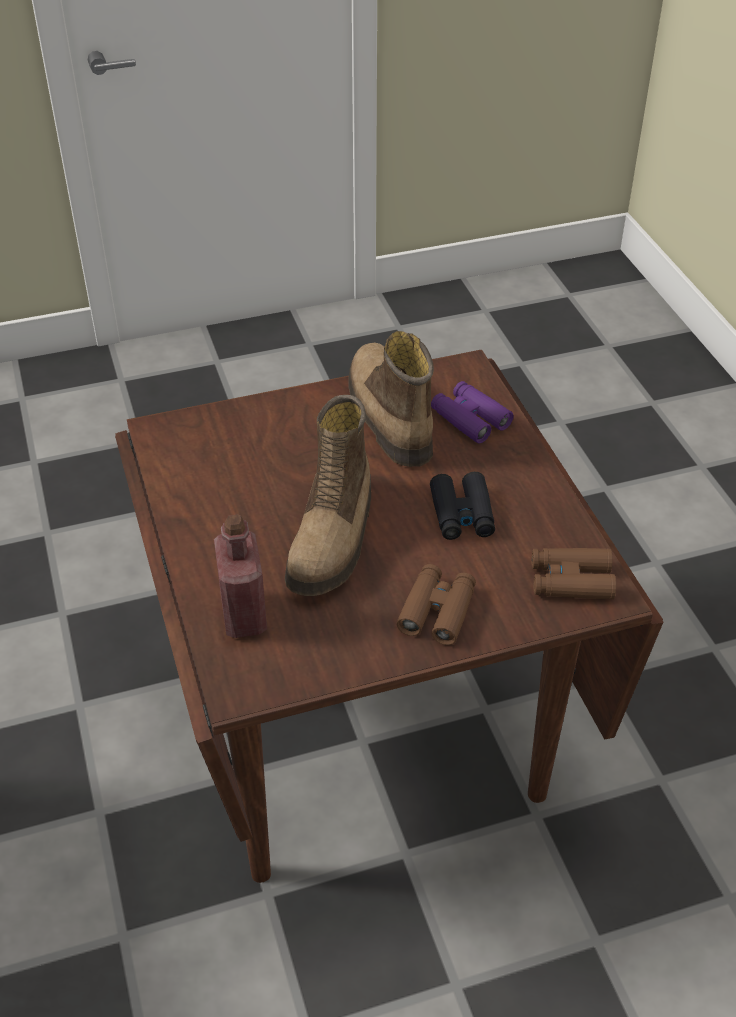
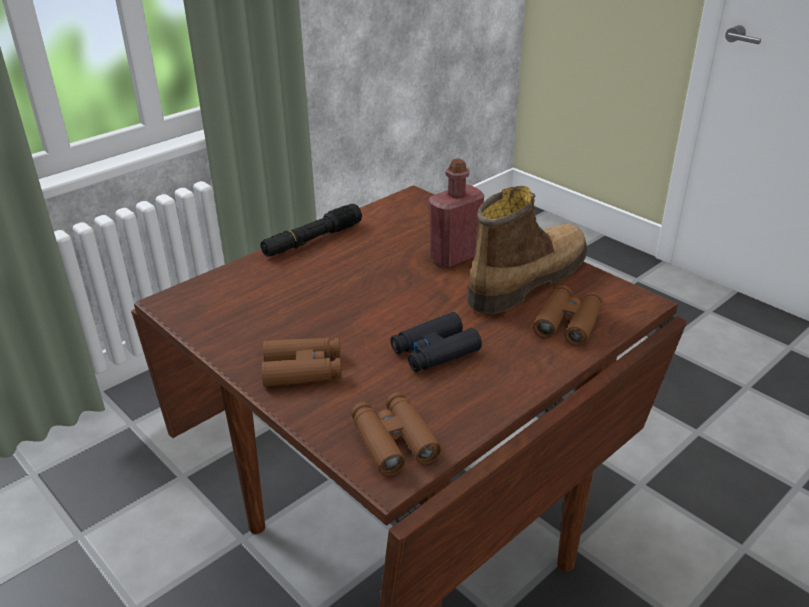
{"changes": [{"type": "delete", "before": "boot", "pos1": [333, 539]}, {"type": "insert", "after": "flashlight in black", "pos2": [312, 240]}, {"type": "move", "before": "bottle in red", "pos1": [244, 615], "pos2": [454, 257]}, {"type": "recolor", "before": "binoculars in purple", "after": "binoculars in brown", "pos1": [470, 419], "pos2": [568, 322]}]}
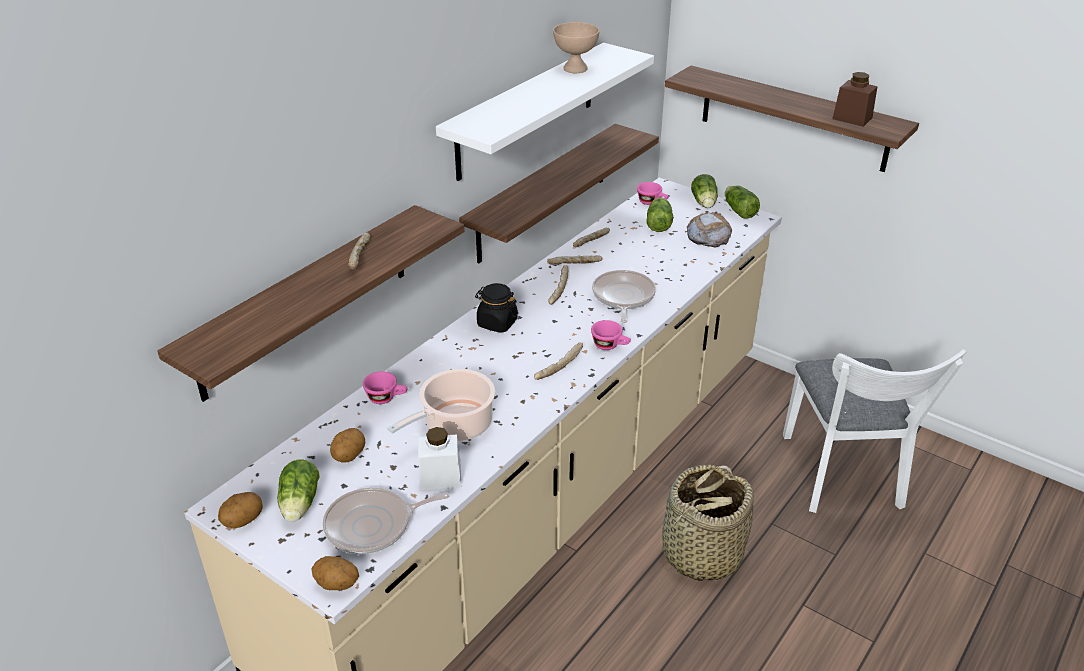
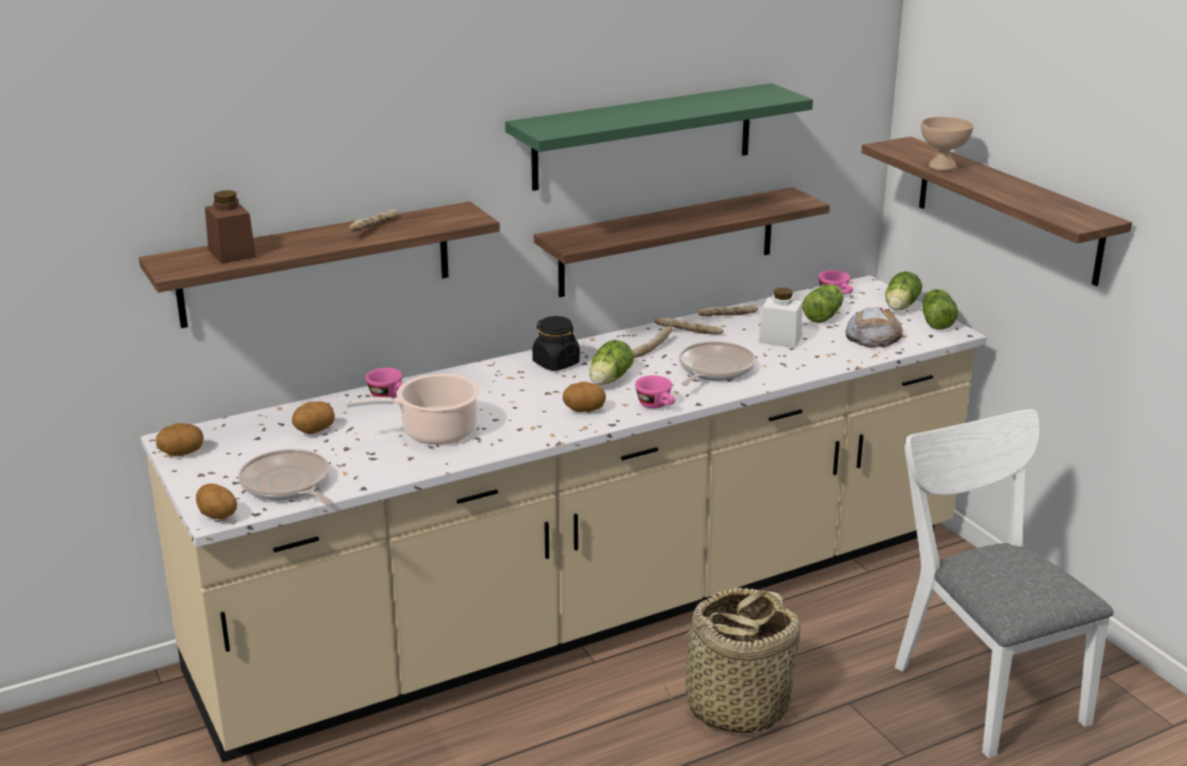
{"changes": [{"type": "move", "before": "lettuce", "pos1": [299, 505], "pos2": [608, 380]}, {"type": "move", "before": "jar in white", "pos1": [440, 477], "pos2": [780, 339]}, {"type": "move", "before": "bowl in beige", "pos1": [574, 68], "pos2": [941, 166]}, {"type": "move", "before": "jar in brown", "pos1": [852, 118], "pos2": [232, 253]}, {"type": "replace", "before": "bread", "after": "potato", "pos1": [558, 366], "pos2": [584, 410]}, {"type": "recolor", "before": "shelf in white", "after": "shelf in green", "pos1": [527, 111], "pos2": [643, 136]}, {"type": "rotate", "before": "frying pan", "pos1": [373, 526], "pos2": [287, 485], "turn": 45}, {"type": "rotate", "before": "chair in white", "pos1": [843, 478], "pos2": [982, 685], "turn": 135}]}
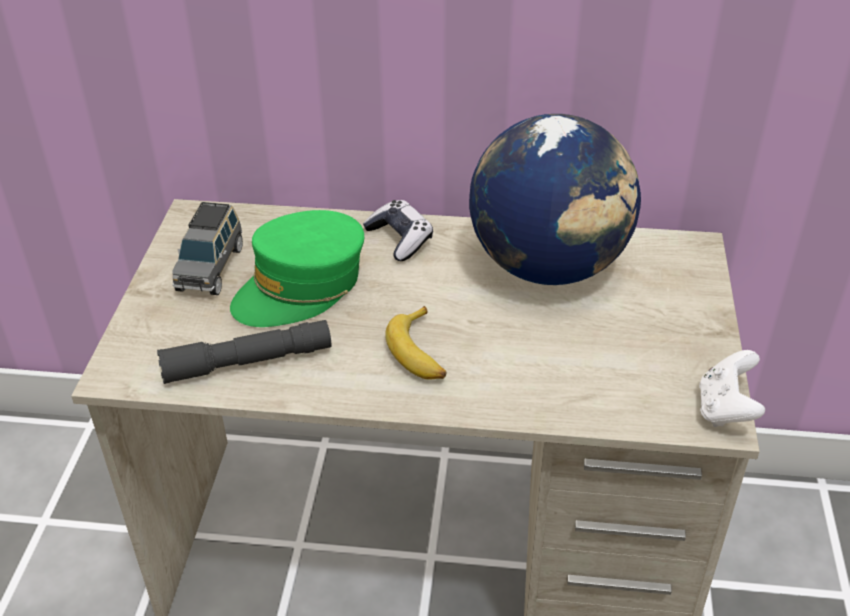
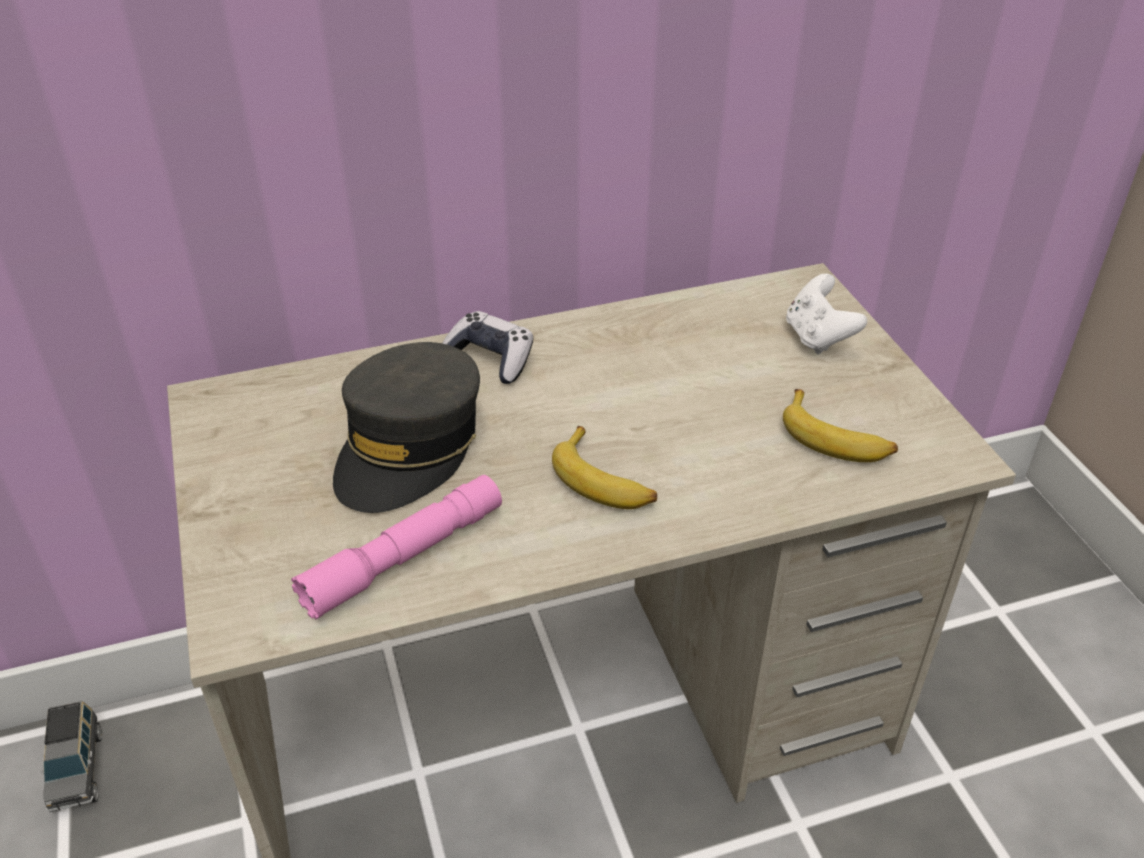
{"changes": [{"type": "delete", "before": "globe", "pos1": [549, 266]}, {"type": "insert", "after": "banana", "pos2": [836, 439]}, {"type": "move", "before": "toy car in grey", "pos1": [211, 268], "pos2": [77, 769]}, {"type": "move", "before": "game controller in white", "pos1": [725, 409], "pos2": [818, 337]}, {"type": "recolor", "before": "flashlight in grey", "after": "flashlight in pink", "pos1": [248, 362], "pos2": [404, 557]}, {"type": "recolor", "before": "cap in green", "after": "cap in grey", "pos1": [301, 287], "pos2": [409, 447]}]}
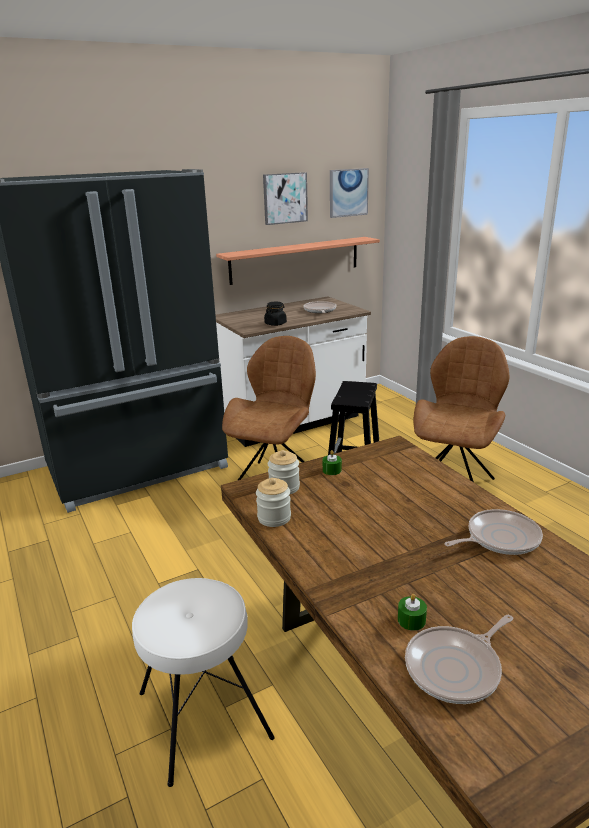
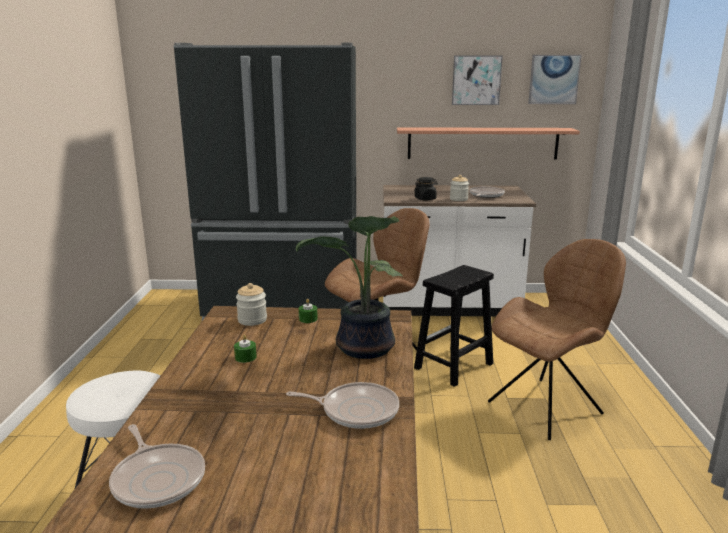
{"changes": [{"type": "insert", "after": "potted plant", "pos2": [363, 349]}, {"type": "move", "before": "jar", "pos1": [274, 518], "pos2": [458, 199]}, {"type": "move", "before": "candle in green", "pos1": [411, 620], "pos2": [245, 357]}, {"type": "rotate", "before": "frying pan", "pos1": [456, 668], "pos2": [158, 479], "turn": -120}]}
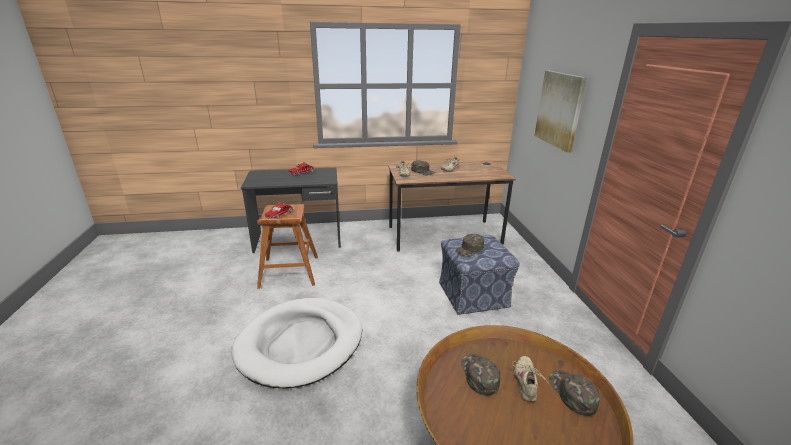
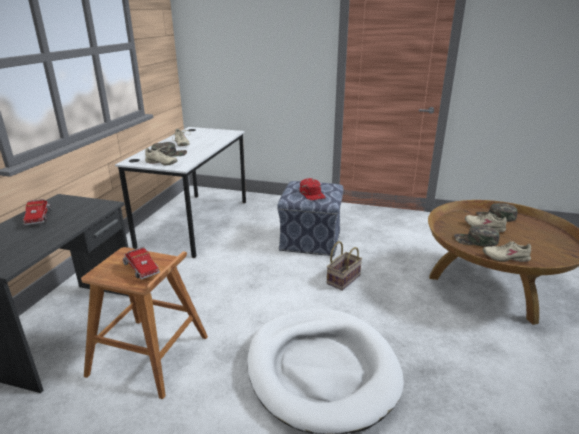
{"changes": [{"type": "delete", "before": "picture", "pos1": [559, 109]}, {"type": "insert", "after": "basket", "pos2": [343, 279]}, {"type": "insert", "after": "shoe in beige", "pos2": [505, 257]}, {"type": "recolor", "before": "desk in brown", "after": "desk in white", "pos1": [444, 235], "pos2": [195, 222]}, {"type": "recolor", "before": "cap in green", "after": "cap in red", "pos1": [470, 249], "pos2": [312, 194]}]}
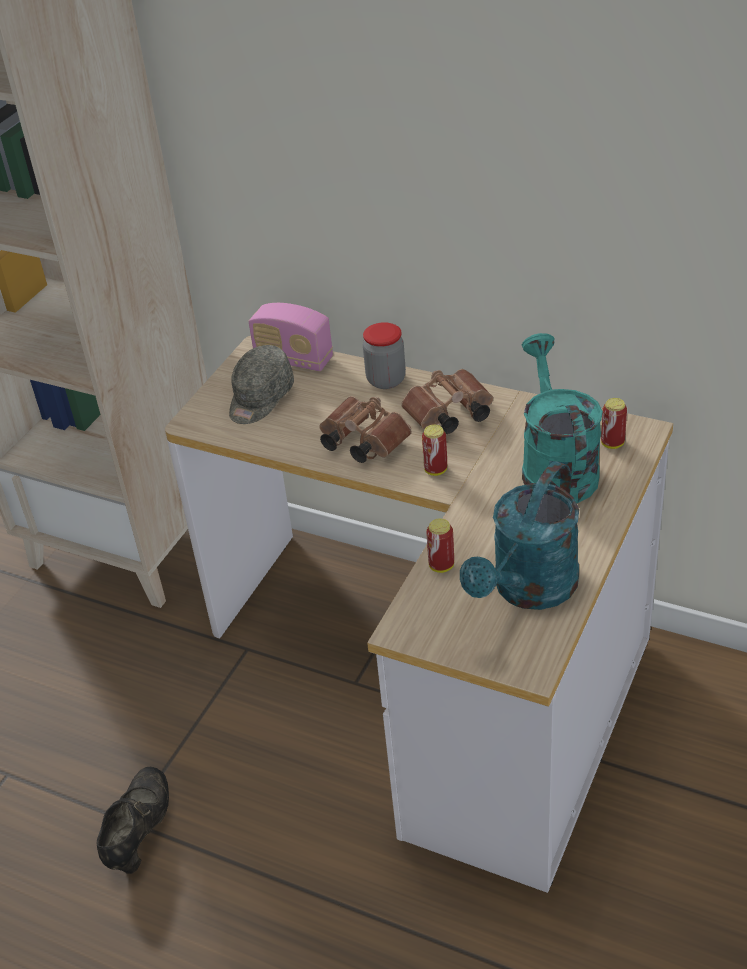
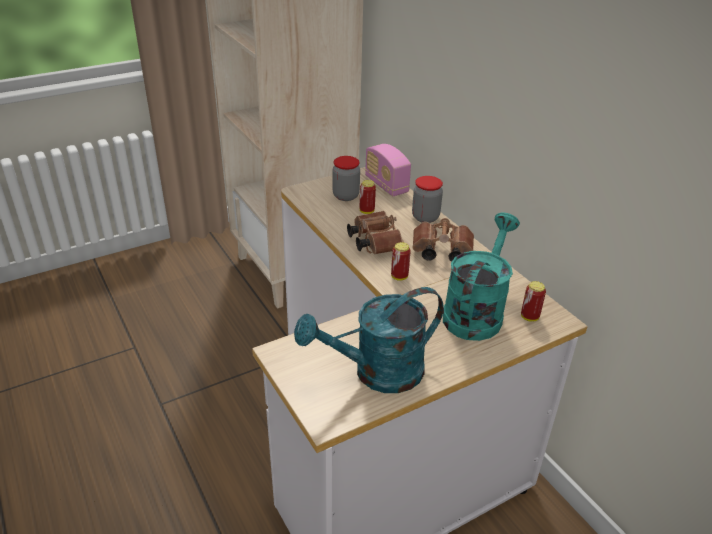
{"changes": [{"type": "delete", "before": "shoe in black", "pos1": [139, 832]}, {"type": "move", "before": "can", "pos1": [441, 566], "pos2": [367, 211]}, {"type": "replace", "before": "cap in grey", "after": "jar", "pos1": [260, 399], "pos2": [346, 196]}]}
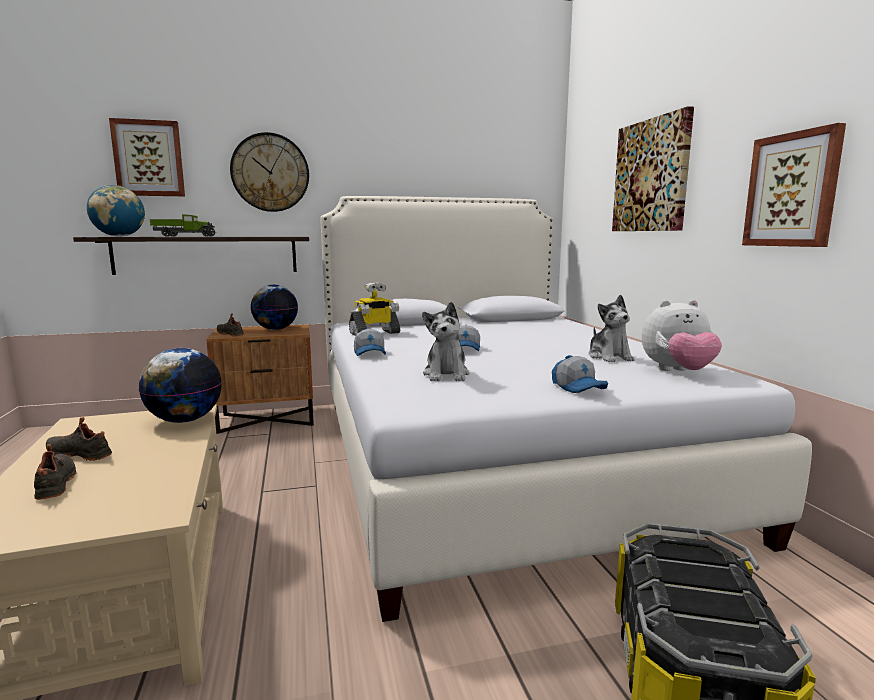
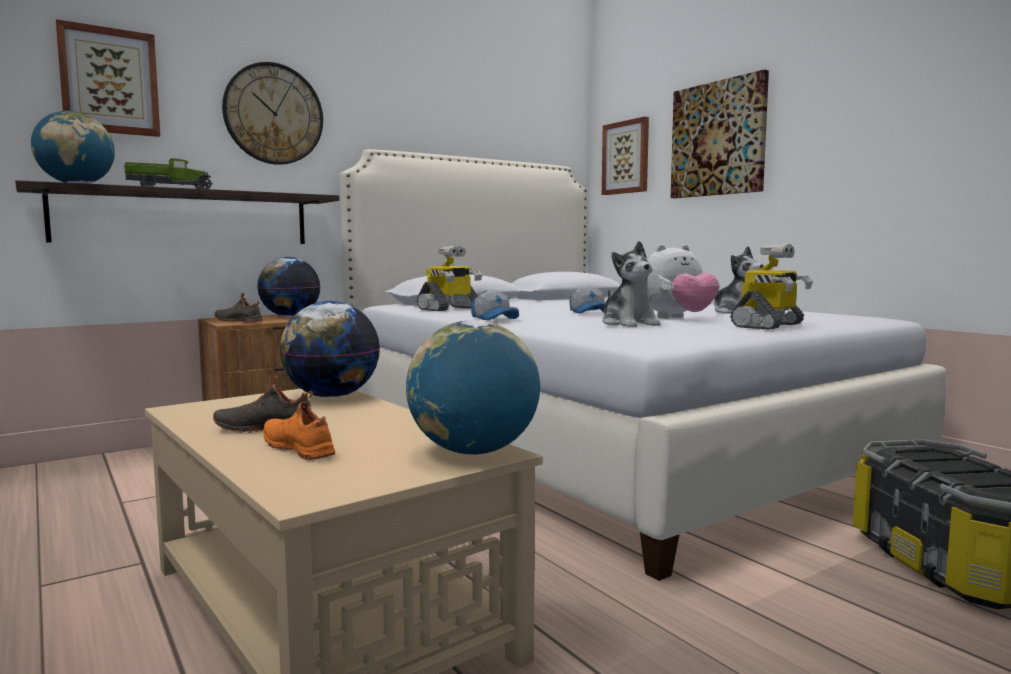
{"changes": [{"type": "insert", "after": "globe", "pos2": [473, 452]}, {"type": "move", "before": "plush toy", "pos1": [677, 372], "pos2": [677, 318]}, {"type": "move", "before": "picture", "pos1": [792, 190], "pos2": [626, 157]}, {"type": "replace", "before": "cap", "after": "toy robot", "pos1": [579, 388], "pos2": [768, 326]}, {"type": "recolor", "before": "shoe in black", "after": "shoe in orange", "pos1": [57, 483], "pos2": [300, 448]}]}
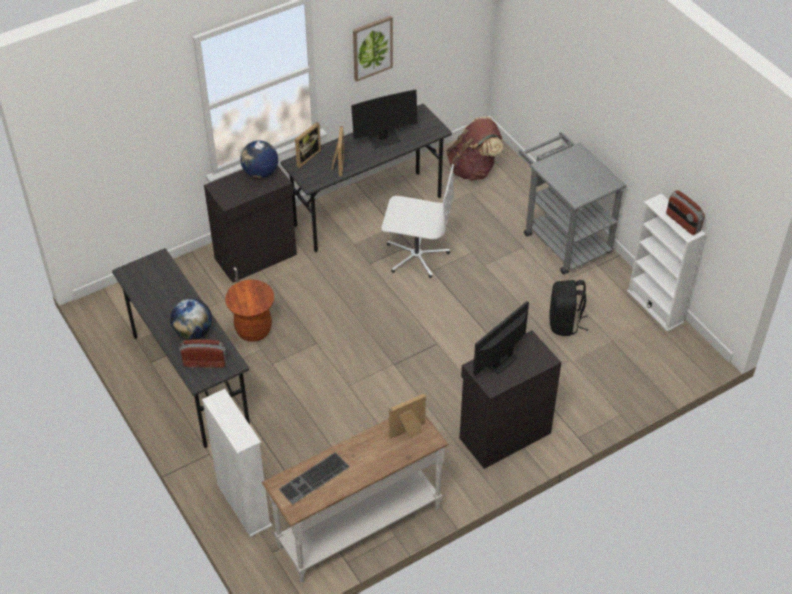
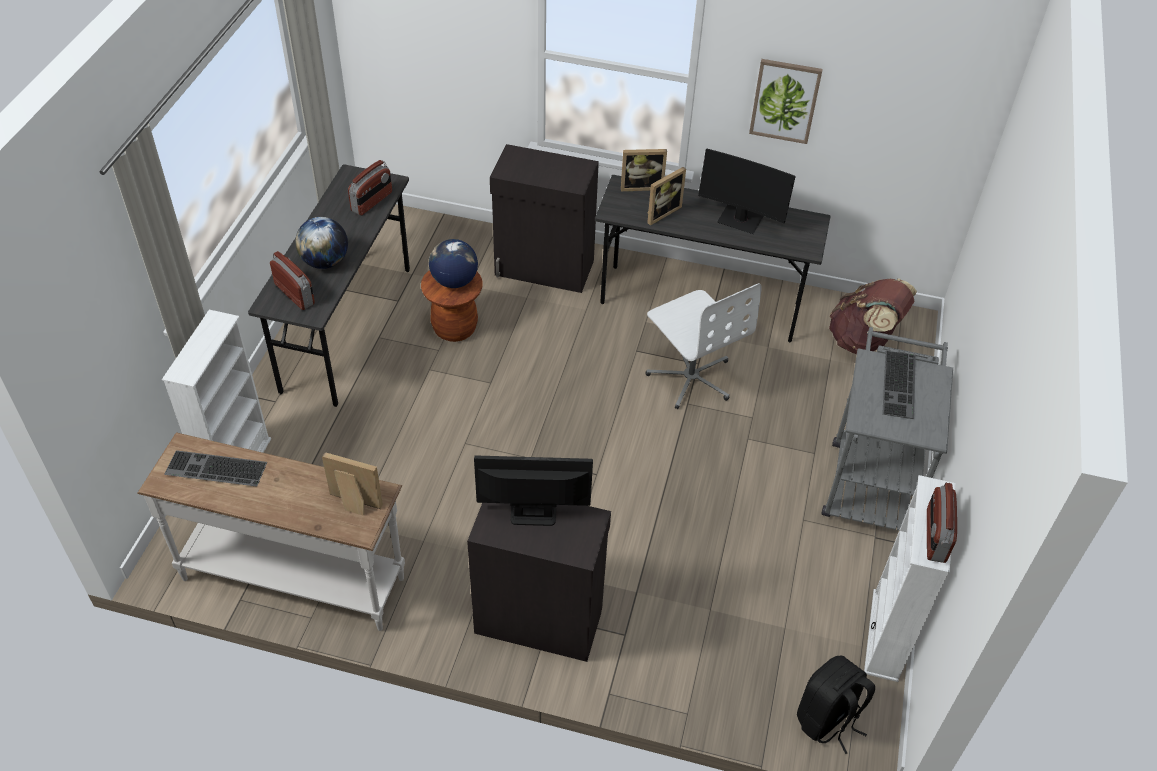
{"changes": [{"type": "insert", "after": "radio", "pos2": [372, 202]}, {"type": "insert", "after": "keyboard", "pos2": [900, 385]}, {"type": "move", "before": "globe", "pos1": [260, 173], "pos2": [454, 281]}, {"type": "move", "before": "backpack in black", "pos1": [565, 323], "pos2": [828, 720]}]}
